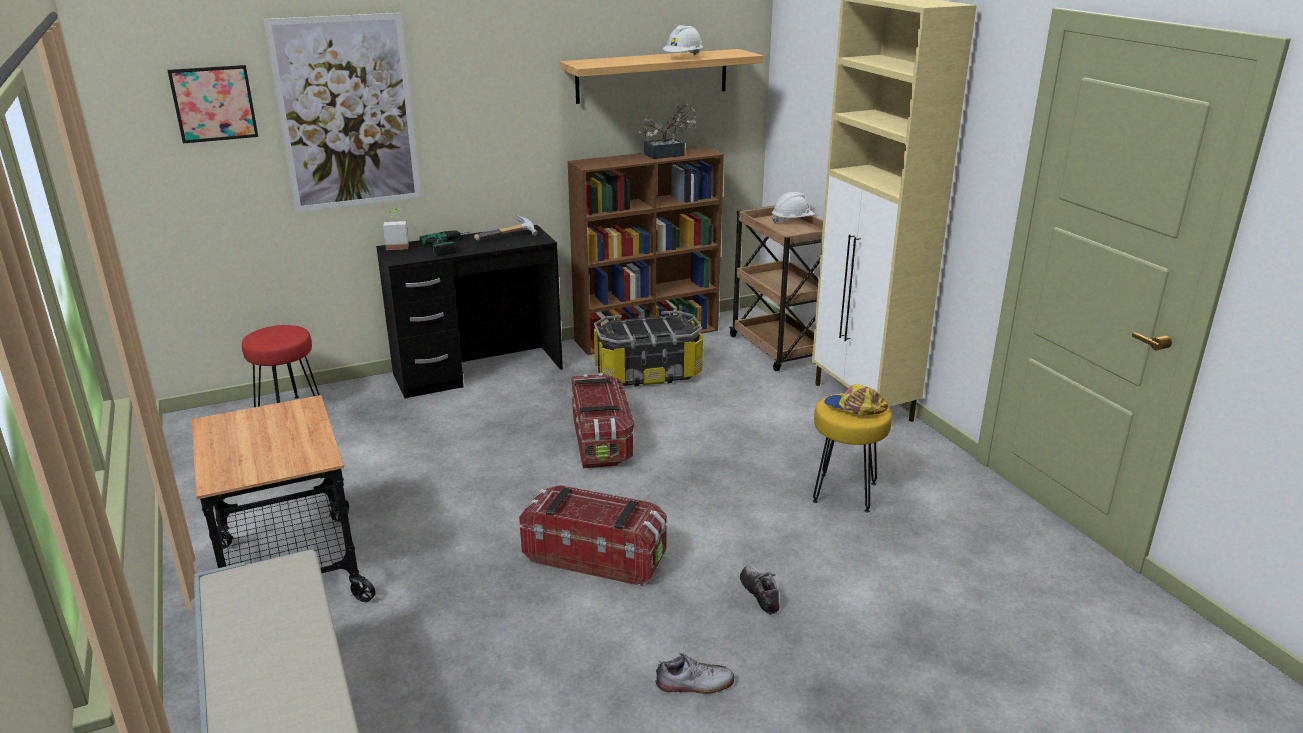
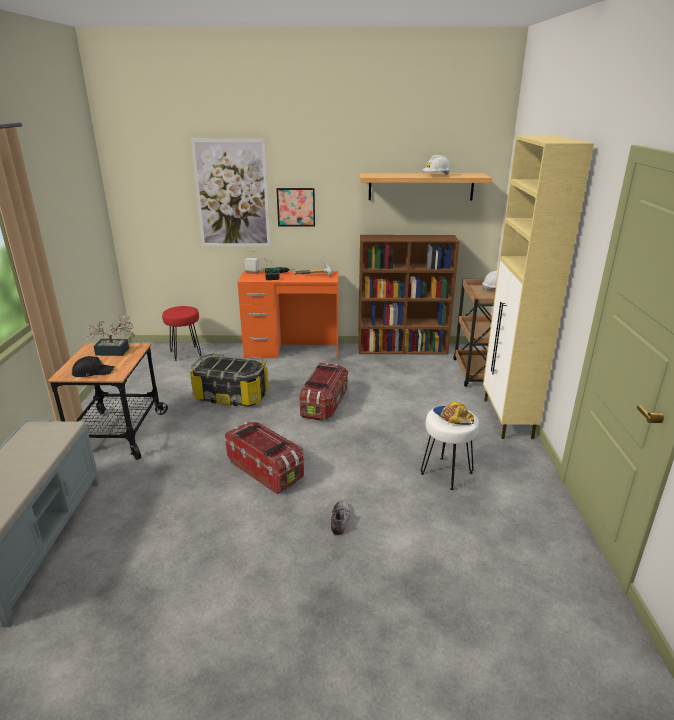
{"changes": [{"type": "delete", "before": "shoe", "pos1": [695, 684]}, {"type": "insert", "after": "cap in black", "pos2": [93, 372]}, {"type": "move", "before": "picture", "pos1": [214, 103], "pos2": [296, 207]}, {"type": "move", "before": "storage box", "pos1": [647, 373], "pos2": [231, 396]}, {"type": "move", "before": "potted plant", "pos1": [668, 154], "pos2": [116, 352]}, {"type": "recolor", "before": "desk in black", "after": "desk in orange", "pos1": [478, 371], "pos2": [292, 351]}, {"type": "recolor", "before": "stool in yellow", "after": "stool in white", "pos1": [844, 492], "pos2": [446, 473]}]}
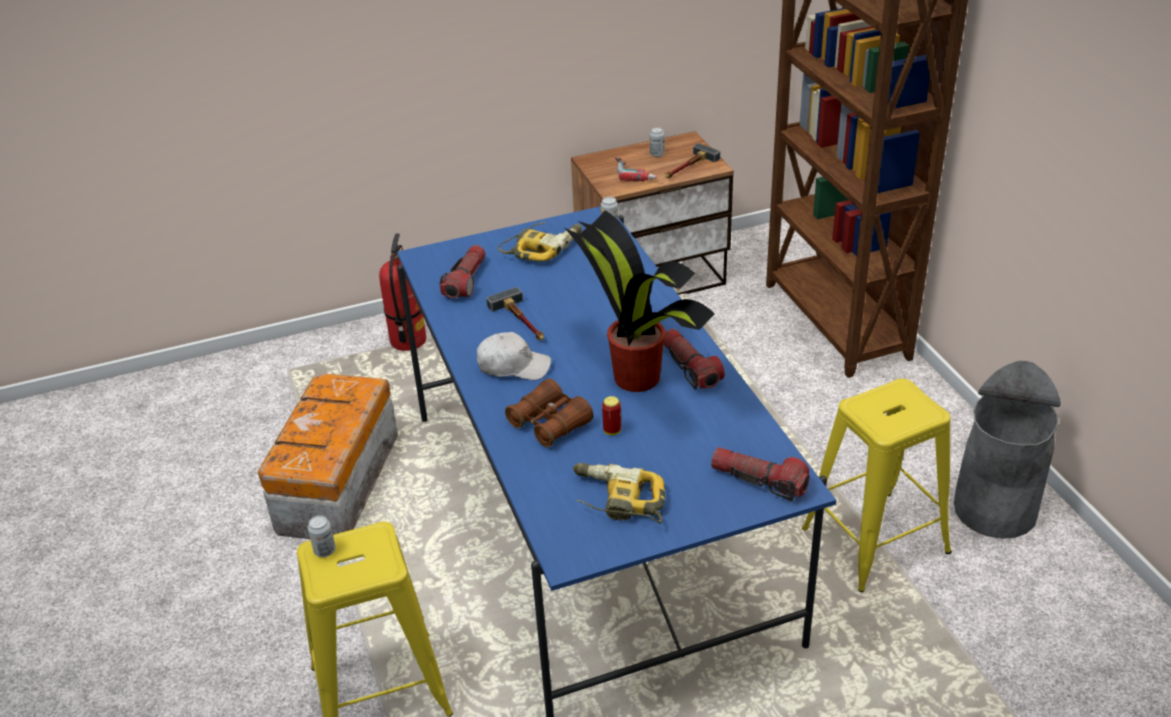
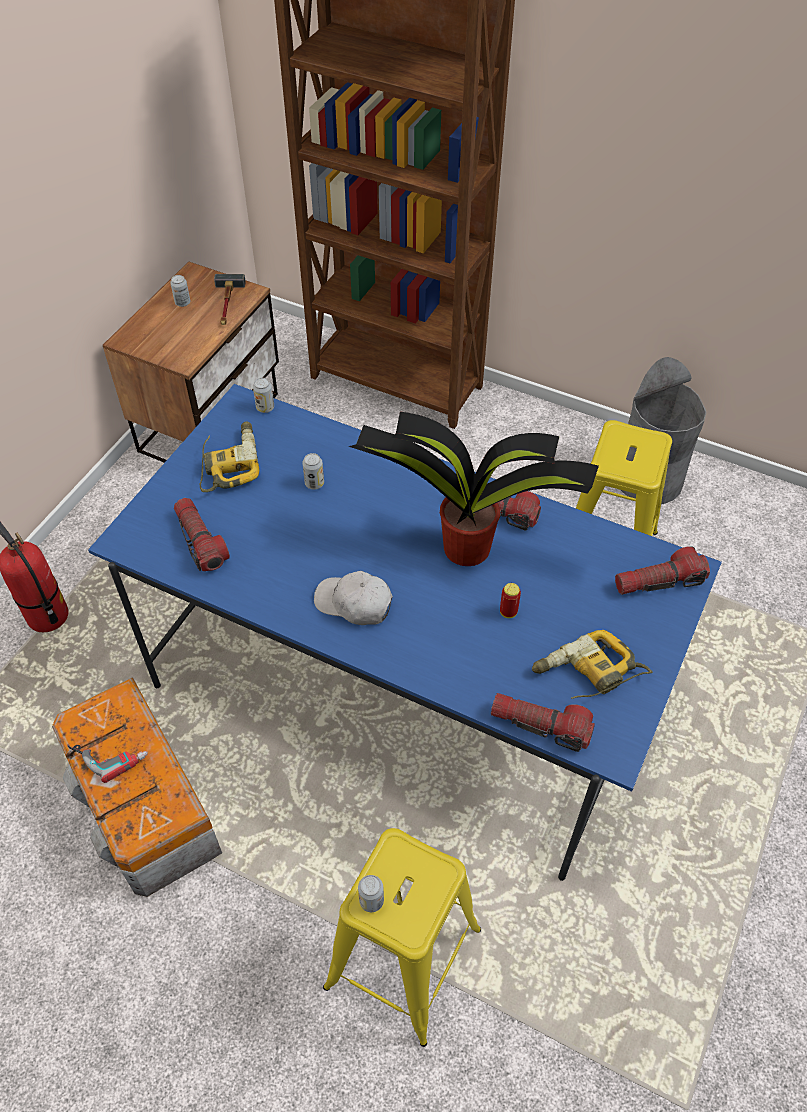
{"changes": [{"type": "delete", "before": "hammer", "pos1": [522, 322]}, {"type": "delete", "before": "binoculars in brown", "pos1": [549, 423]}, {"type": "insert", "after": "can", "pos2": [314, 483]}, {"type": "insert", "after": "flashlight", "pos2": [540, 725]}, {"type": "move", "before": "power drill", "pos1": [635, 171], "pos2": [109, 753]}, {"type": "rotate", "before": "cap in white", "pos1": [513, 366], "pos2": [354, 603], "turn": -120}]}
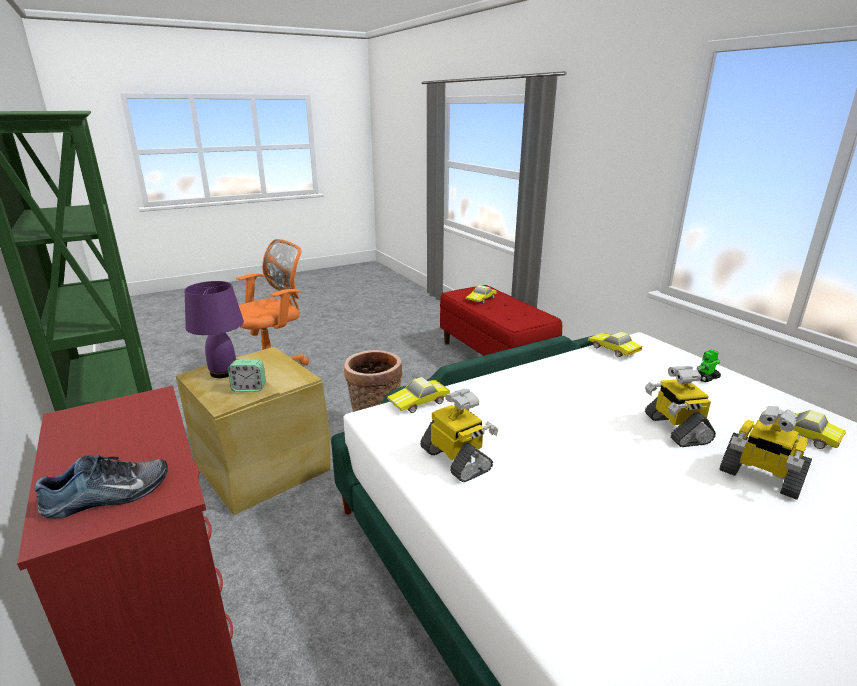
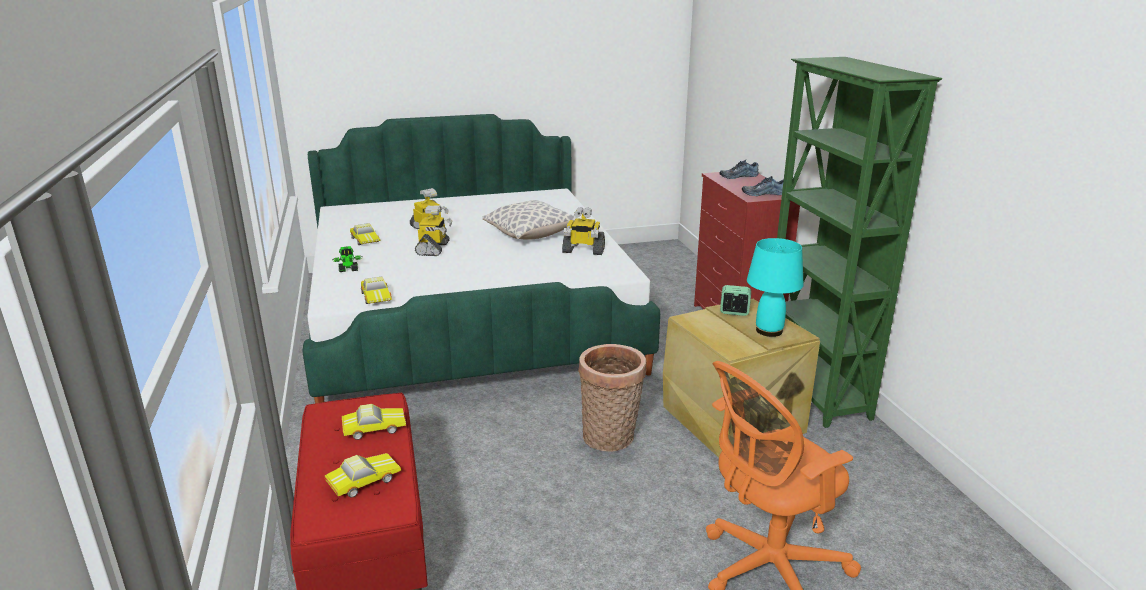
{"changes": [{"type": "insert", "after": "pillow", "pos2": [531, 235]}, {"type": "insert", "after": "shoe", "pos2": [763, 193]}, {"type": "move", "before": "toy car", "pos1": [420, 402], "pos2": [373, 427]}, {"type": "recolor", "before": "table lamp in purple", "after": "table lamp in turquoise", "pos1": [224, 372], "pos2": [768, 331]}, {"type": "rotate", "before": "toy robot", "pos1": [457, 460], "pos2": [583, 251], "turn": -60}]}
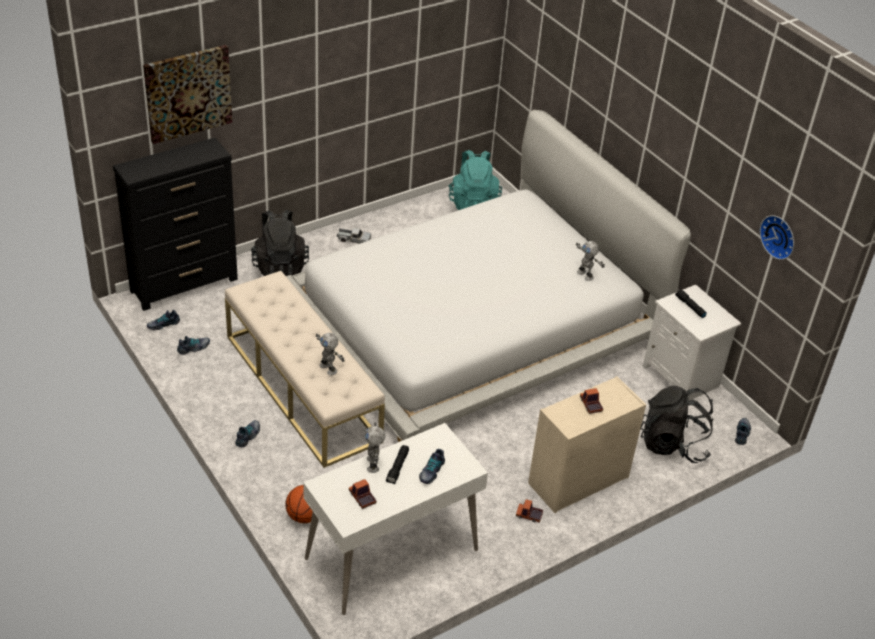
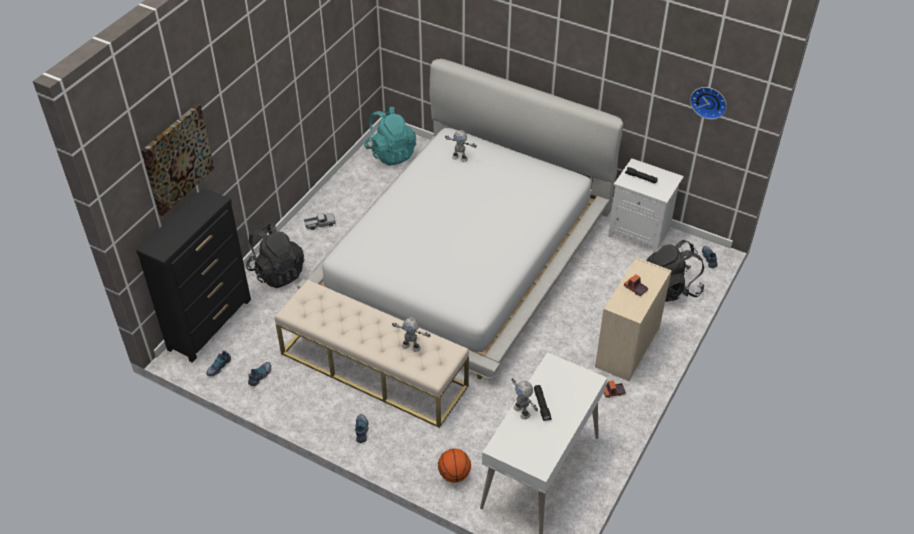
{"changes": [{"type": "delete", "before": "toy truck", "pos1": [362, 498]}, {"type": "delete", "before": "shoe", "pos1": [431, 471]}, {"type": "move", "before": "toy robot", "pos1": [585, 275], "pos2": [460, 158]}]}
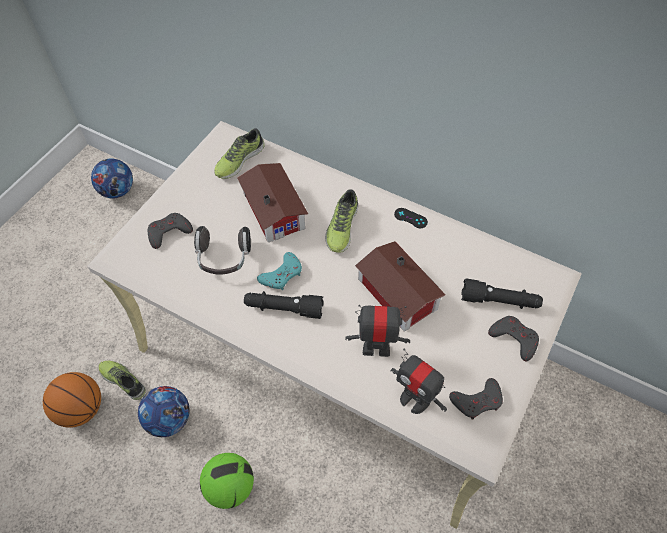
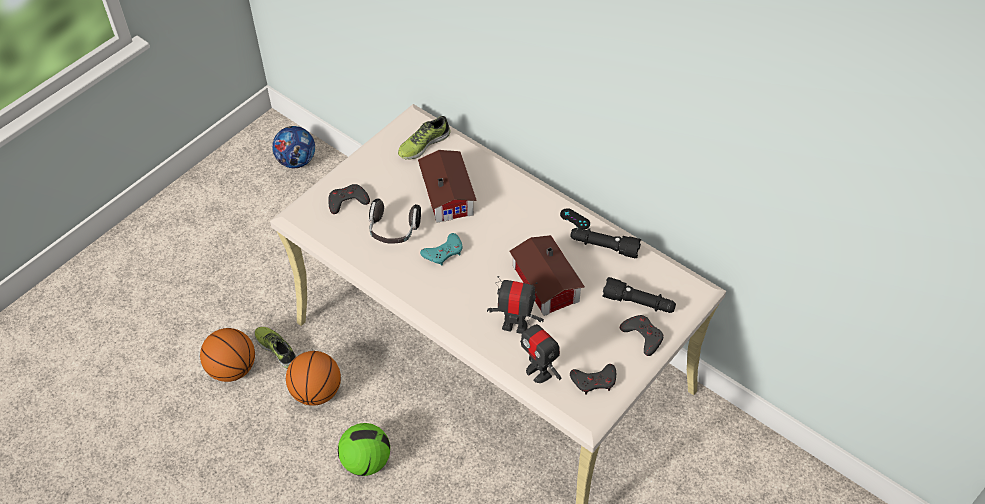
{"changes": [{"type": "delete", "before": "shoe", "pos1": [341, 227]}, {"type": "move", "before": "flashlight in black", "pos1": [284, 308], "pos2": [604, 247]}, {"type": "replace", "before": "football", "after": "basketball", "pos1": [169, 420], "pos2": [316, 392]}]}
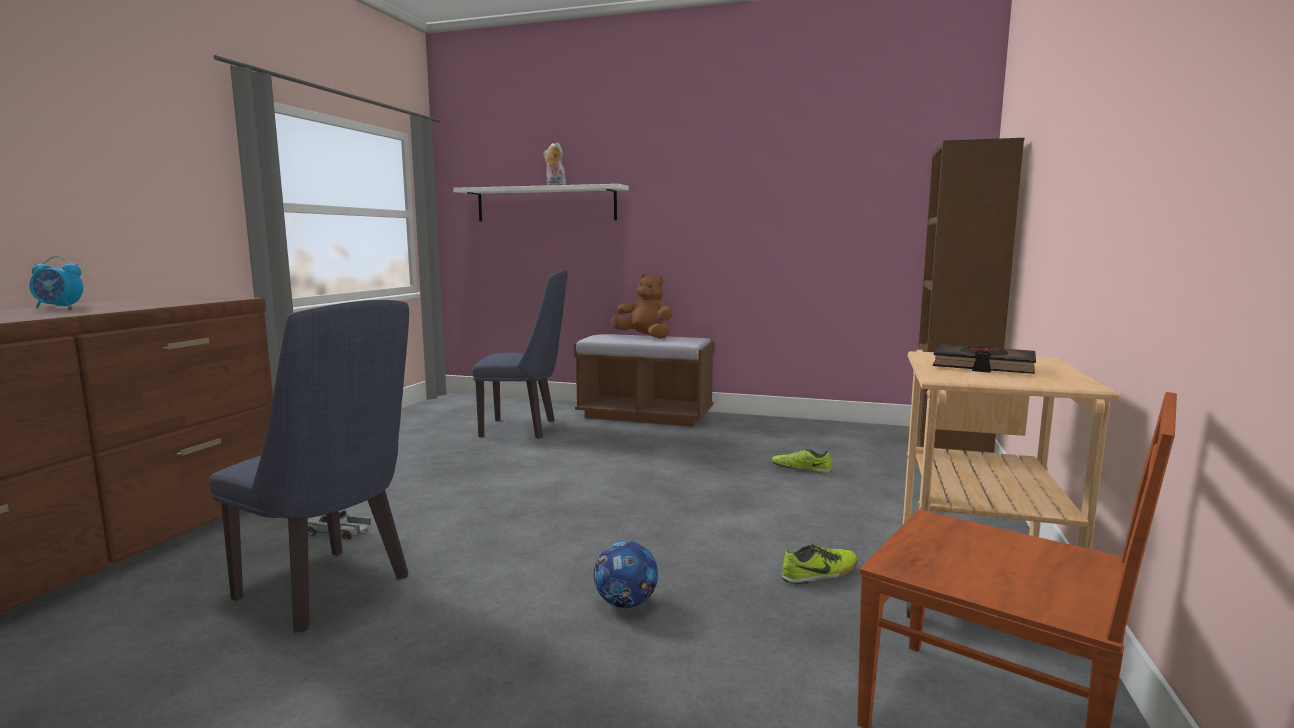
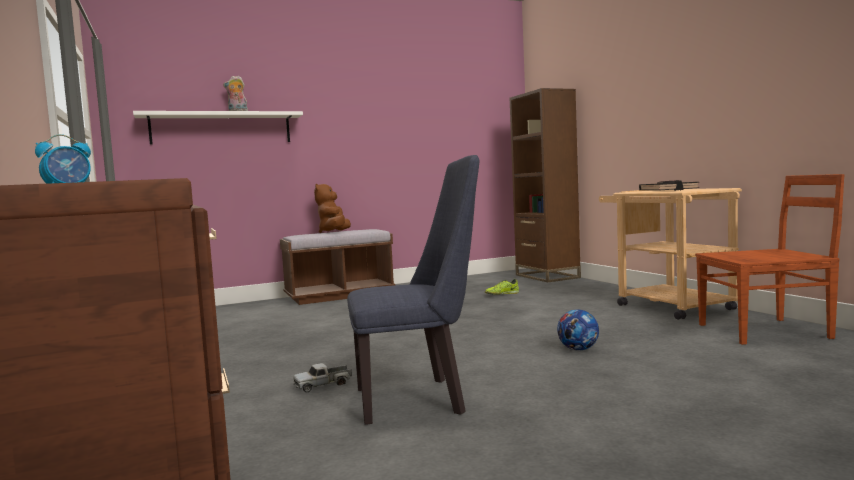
{"changes": [{"type": "delete", "before": "chair in blue", "pos1": [525, 428]}, {"type": "delete", "before": "shoe", "pos1": [820, 574]}, {"type": "rotate", "before": "plush toy in brown", "pos1": [644, 337], "pos2": [334, 232], "turn": -75}]}
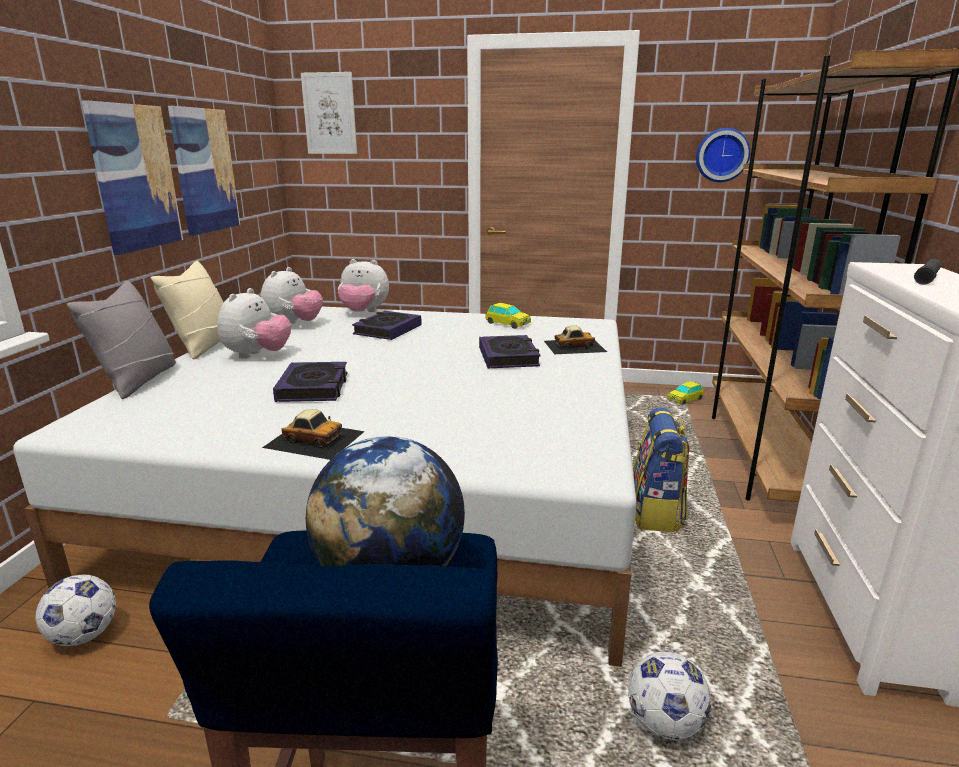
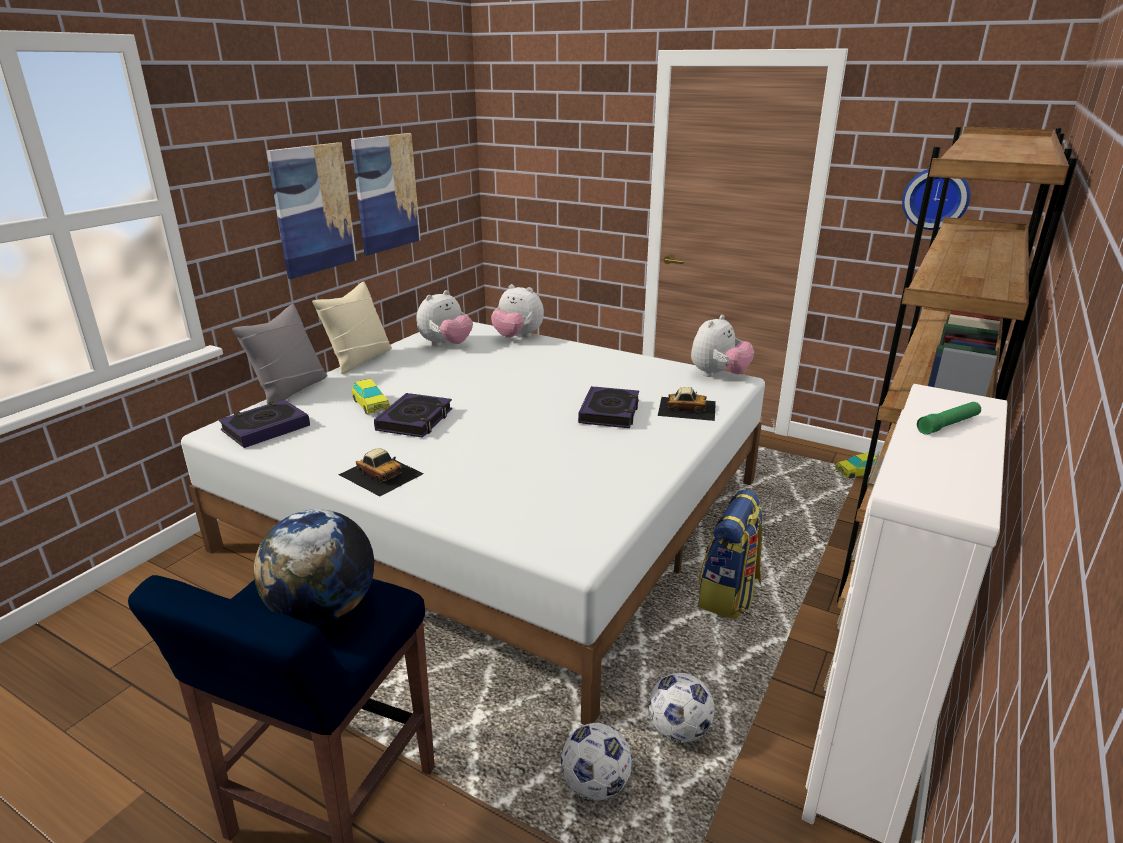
{"changes": [{"type": "delete", "before": "picture", "pos1": [329, 114]}, {"type": "move", "before": "football", "pos1": [84, 635], "pos2": [678, 729]}, {"type": "move", "before": "plush toy", "pos1": [257, 355], "pos2": [718, 375]}, {"type": "move", "before": "book", "pos1": [387, 330], "pos2": [265, 428]}, {"type": "move", "before": "toy car", "pos1": [507, 324], "pos2": [371, 405]}, {"type": "recolor", "before": "flashlight in black", "after": "flashlight in green", "pos1": [927, 278], "pos2": [948, 424]}]}
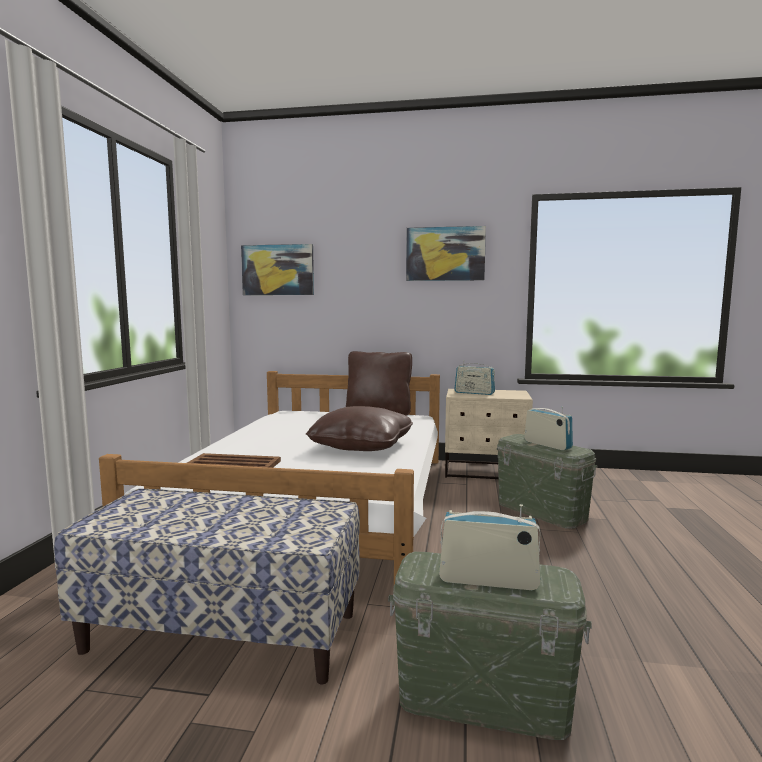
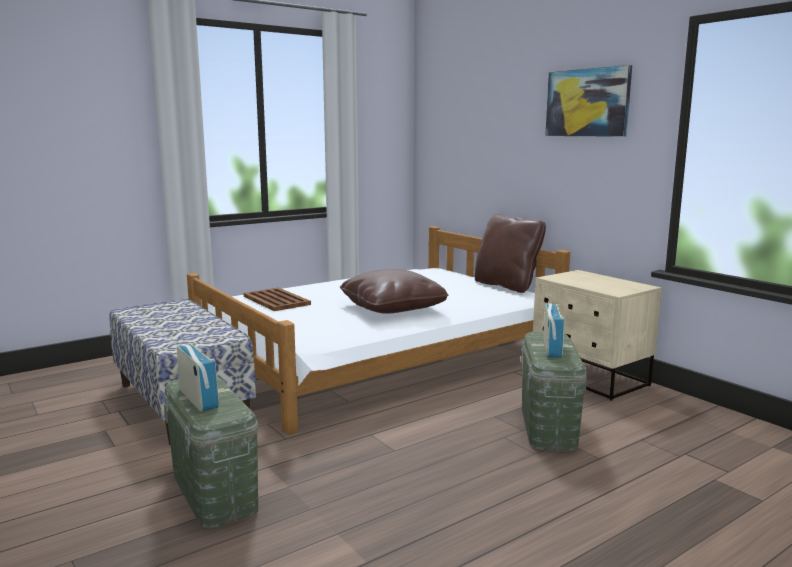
{"changes": [{"type": "delete", "before": "picture", "pos1": [278, 270]}, {"type": "delete", "before": "radio", "pos1": [474, 393]}]}
